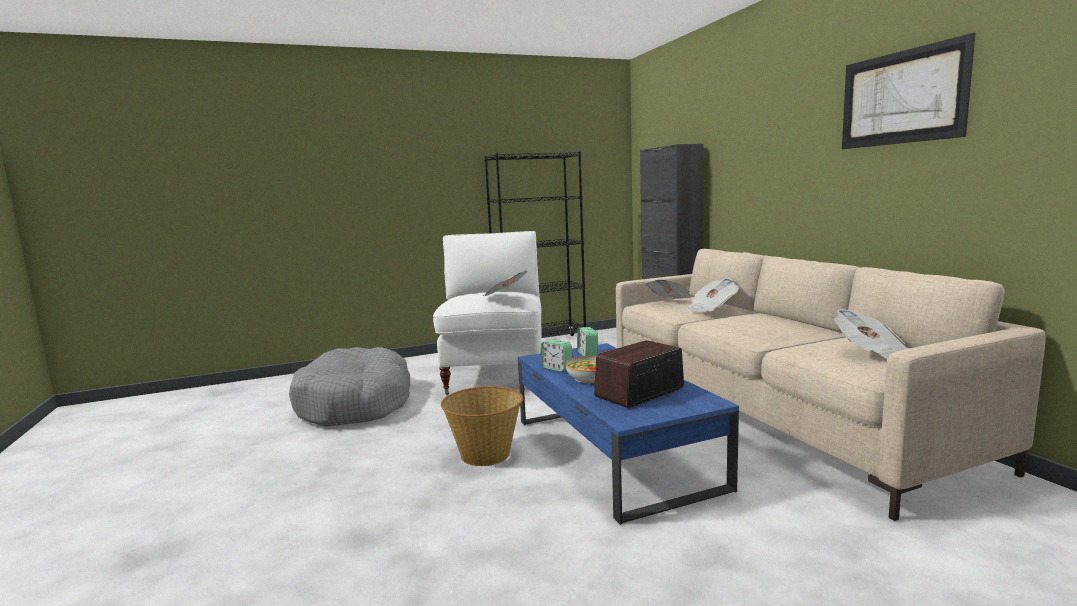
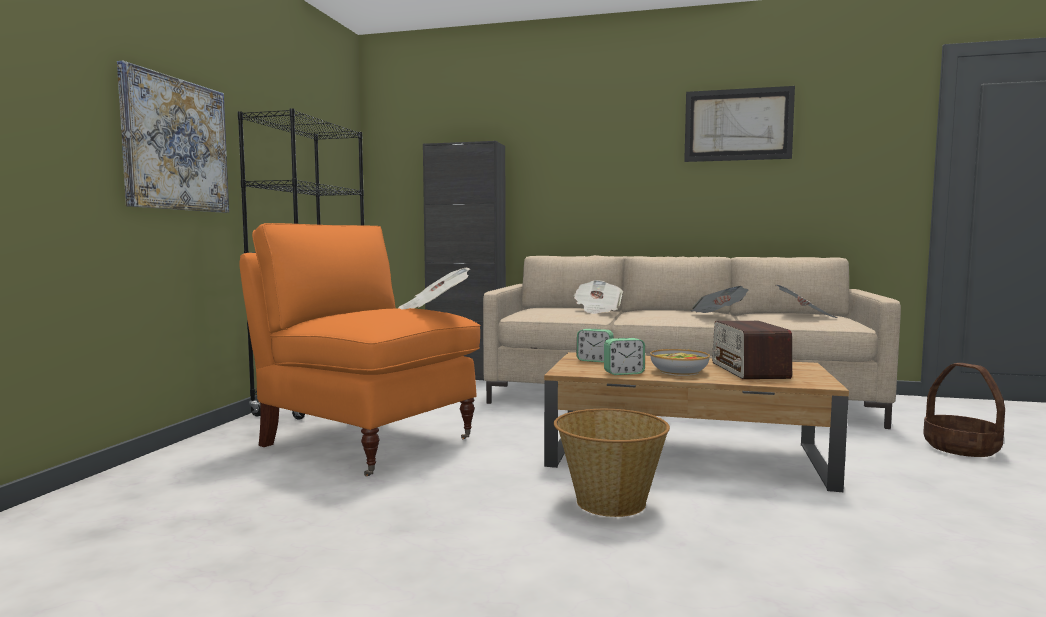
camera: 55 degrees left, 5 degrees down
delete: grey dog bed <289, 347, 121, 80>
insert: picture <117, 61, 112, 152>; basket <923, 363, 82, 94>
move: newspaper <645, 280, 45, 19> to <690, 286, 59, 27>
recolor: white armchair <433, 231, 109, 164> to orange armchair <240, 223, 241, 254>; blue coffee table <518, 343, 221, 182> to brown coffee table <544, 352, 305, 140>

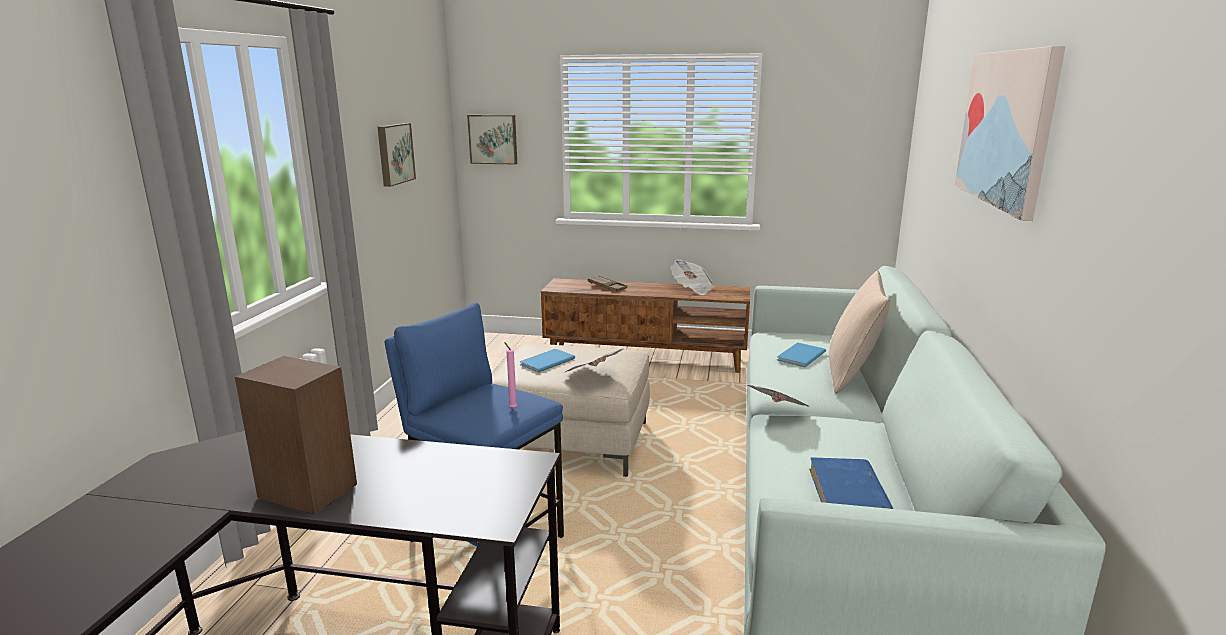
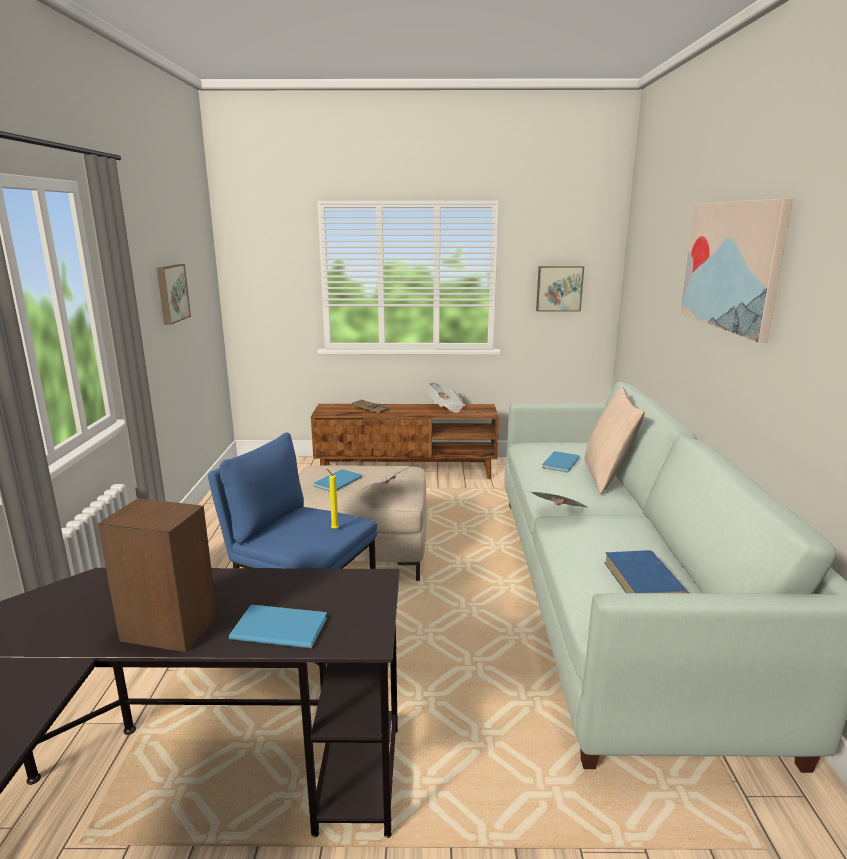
camera: 10 degrees left, 0 degrees up
insert: blue book <229, 605, 98, 43>
move: picture <467, 115, 50, 50> to <536, 266, 48, 45>
recolor: pink candle <504, 342, 13, 67> to yellow candle <327, 469, 12, 60>

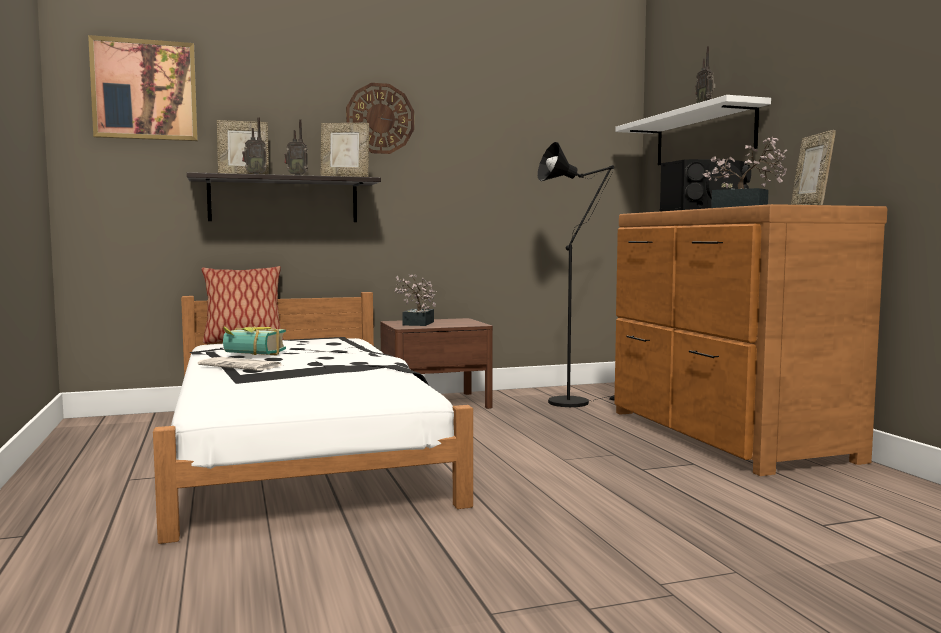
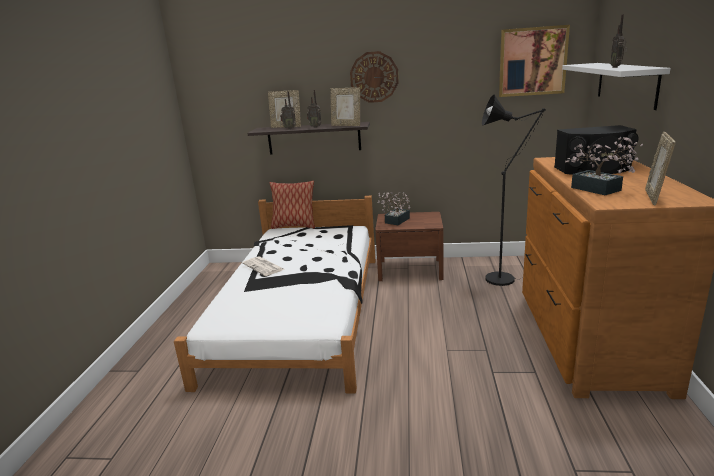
camera: 25 degrees right, 15 degrees up
delete: book <223, 325, 63, 30>
move: picture <88, 35, 110, 106> to <499, 25, 71, 72>

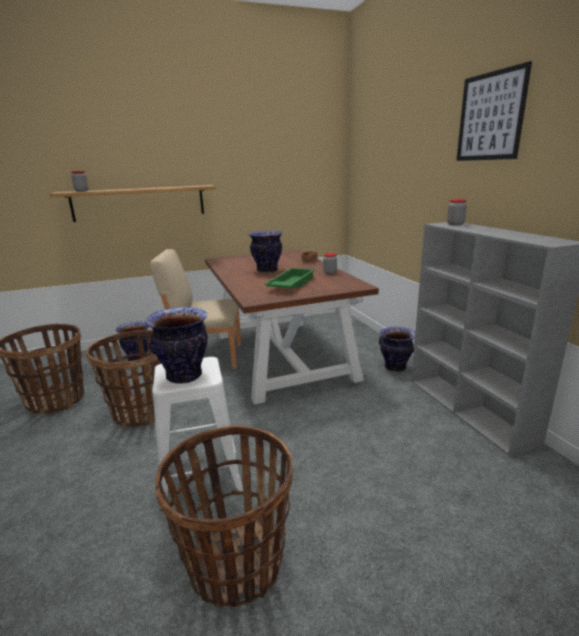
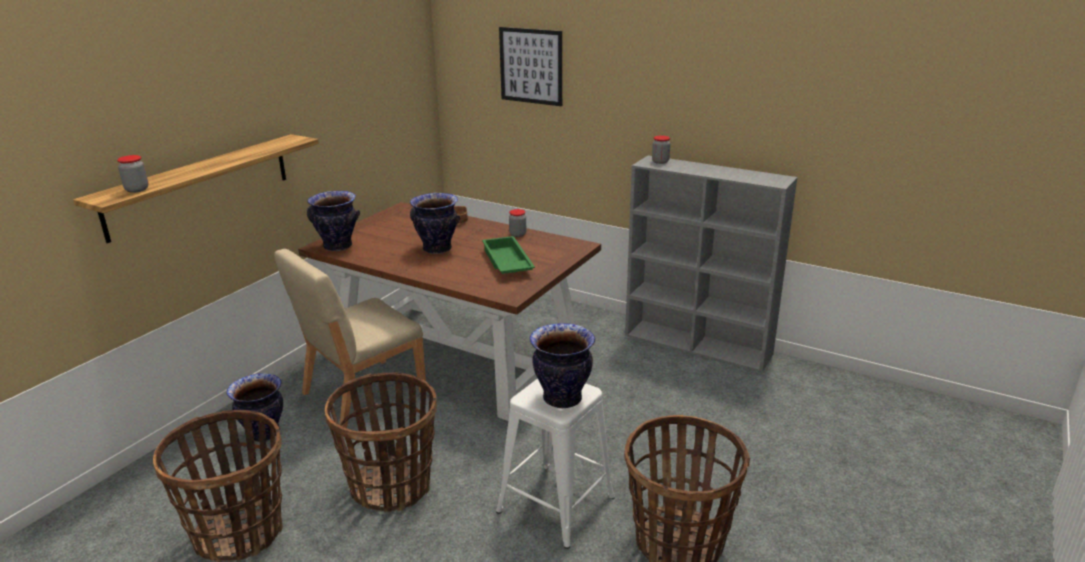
camera: 40 degrees left, 5 degrees up
move: vase <379, 327, 36, 45> to <307, 191, 53, 60>; picture <456, 61, 76, 100> to <499, 27, 63, 79>

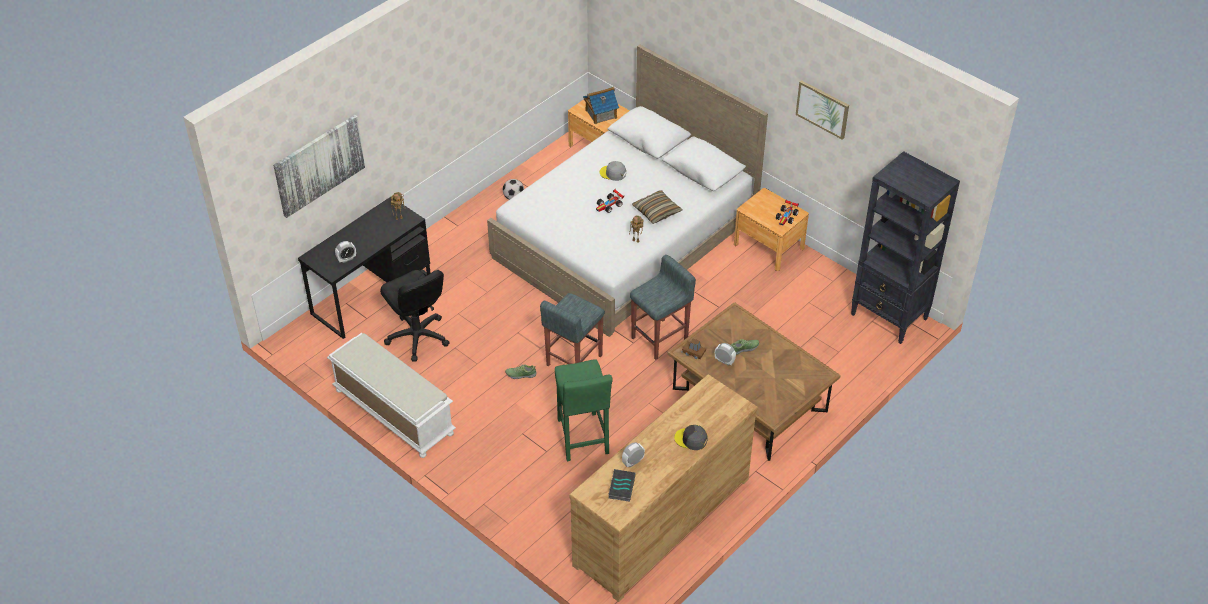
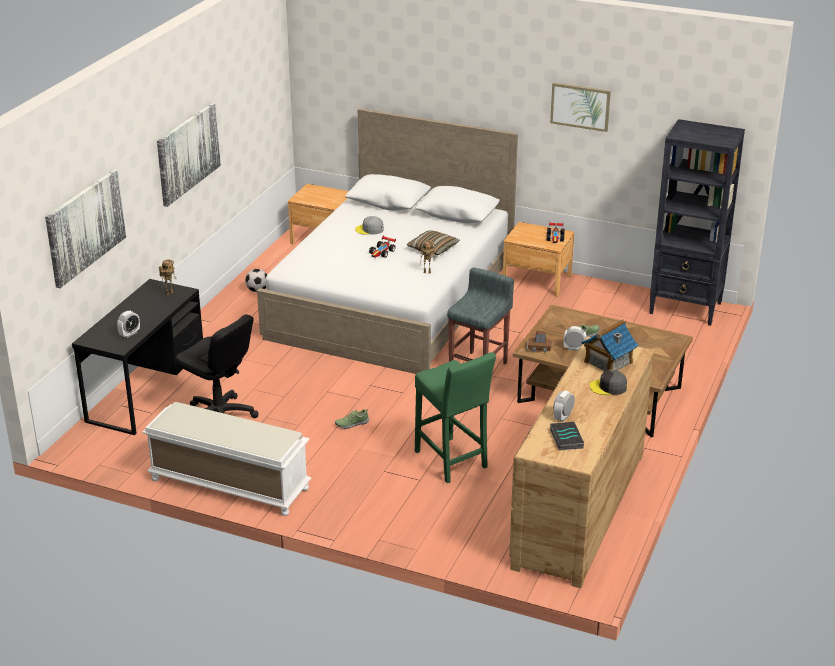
camera: 20 degrees left, 15 degrees down
delete: grey stool <540, 293, 65, 73>
insert: picture <157, 102, 64, 105>
move: toy house <583, 87, 36, 37> to <581, 319, 58, 52>

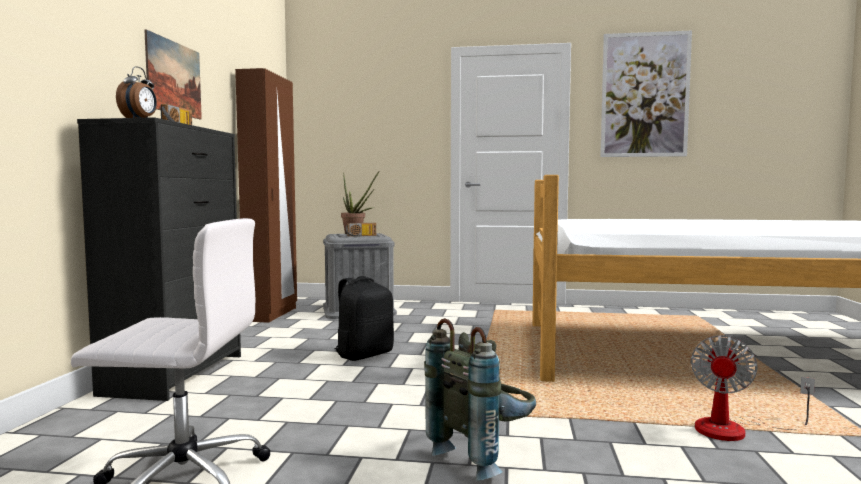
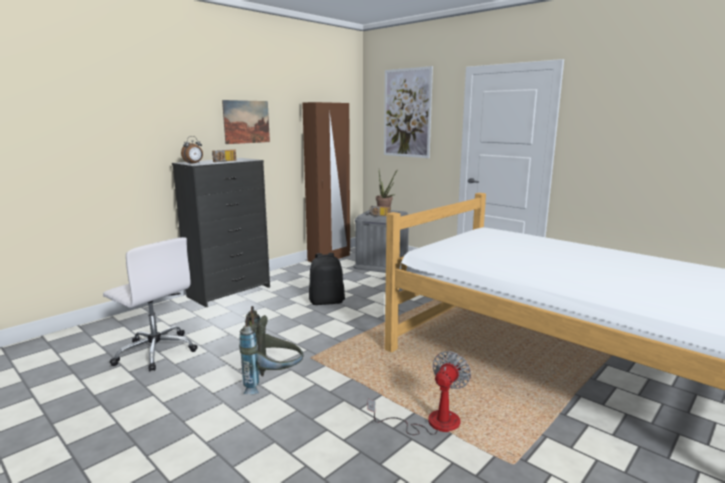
camera: 35 degrees right, 10 degrees up
move: picture <600, 31, 92, 126> to <384, 66, 49, 92>
rotate: fan <690, 335, 125, 106> = <368, 351, 103, 84> 150 degrees clockwise

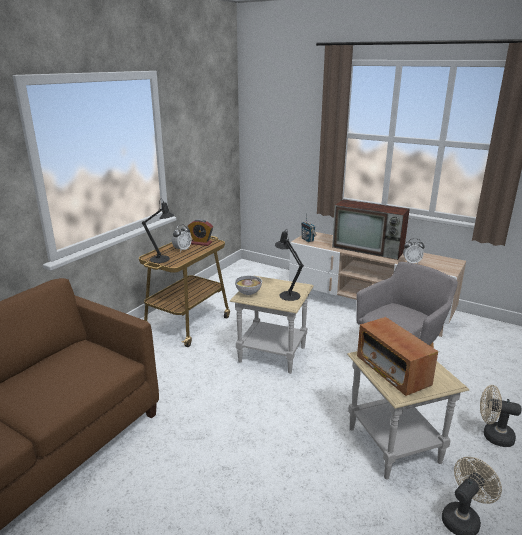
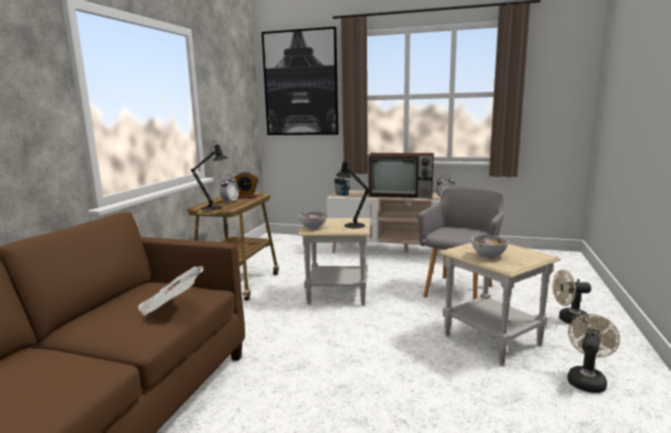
camera: 15 degrees left, 10 degrees down
insert: newspaper <138, 266, 66, 51>; picture <262, 27, 77, 108>
replace: radio <357, 317, 81, 79> to bowl <471, 235, 37, 23>

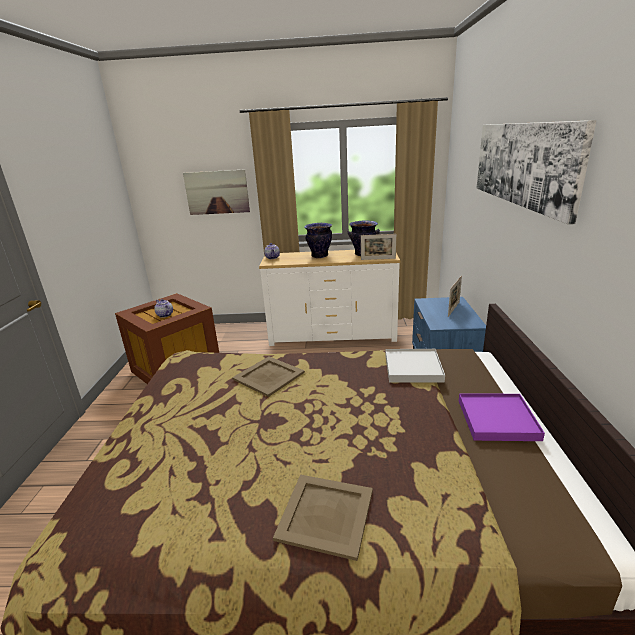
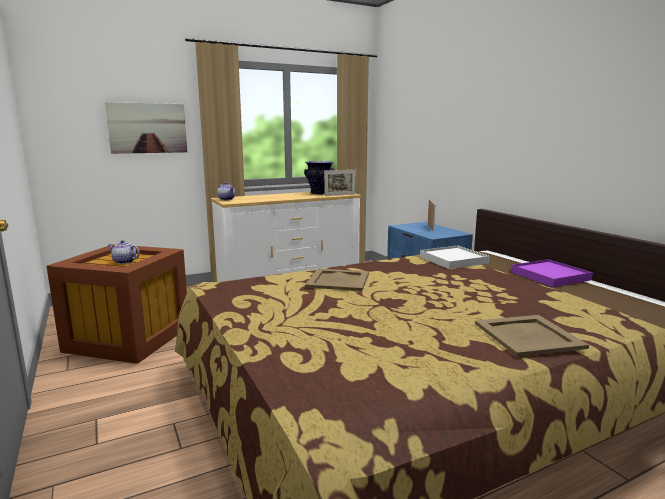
camera: 30 degrees left, 10 degrees down
delete: vase <304, 223, 28, 35>; picture <476, 120, 121, 105>

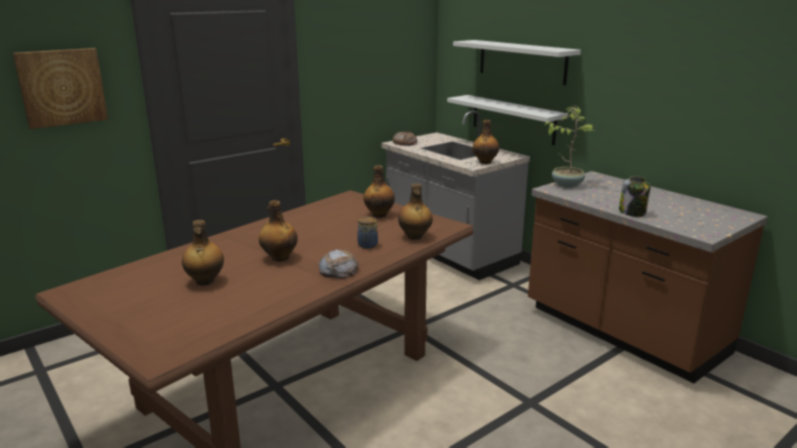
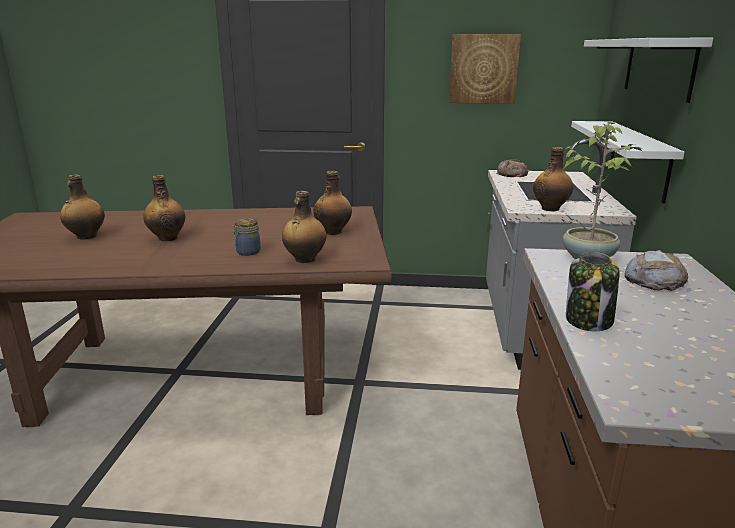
camera: 45 degrees right, 0 degrees up
move: picture <13, 48, 95, 81> to <449, 34, 72, 70>; bread <318, 248, 41, 31> to <625, 250, 63, 41>

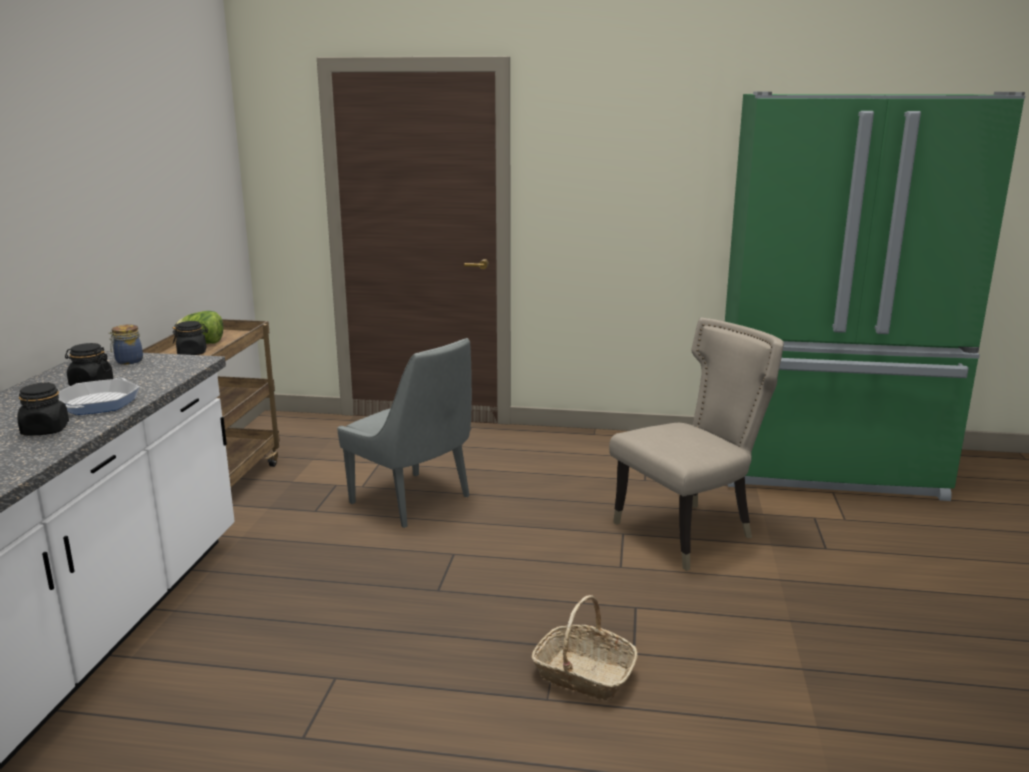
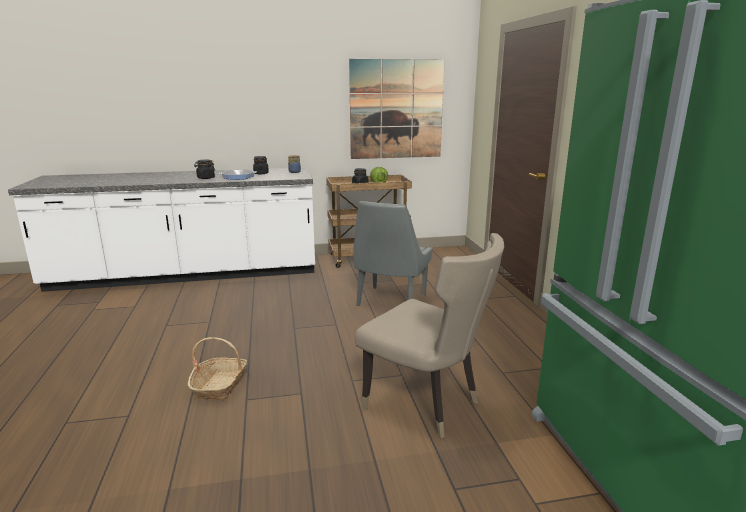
camera: 70 degrees right, 0 degrees up
insert: picture <349, 59, 96, 100>

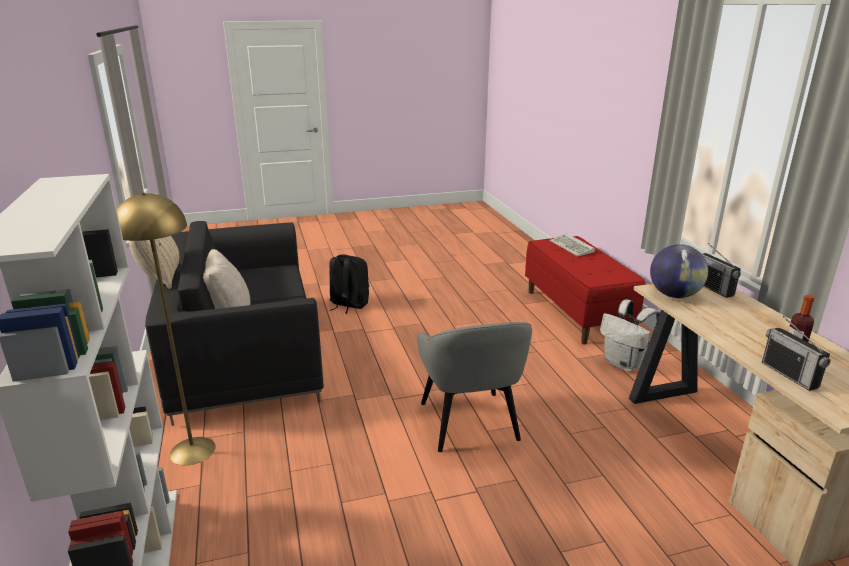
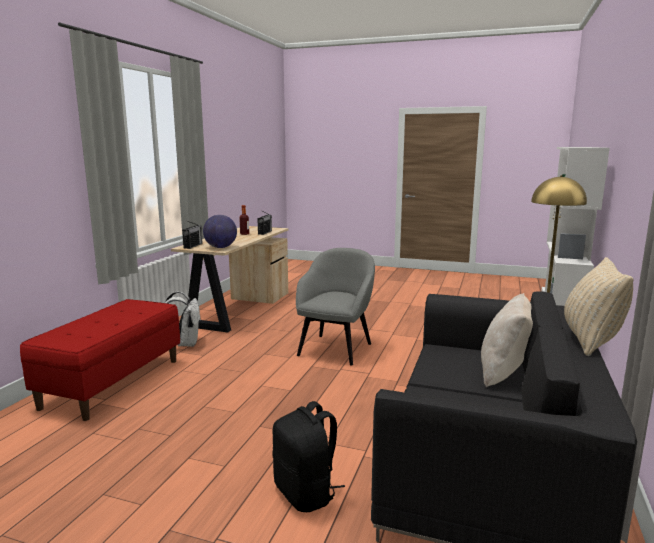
camera: 145 degrees left, 10 degrees down
delete: keyboard <550, 233, 45, 24>

